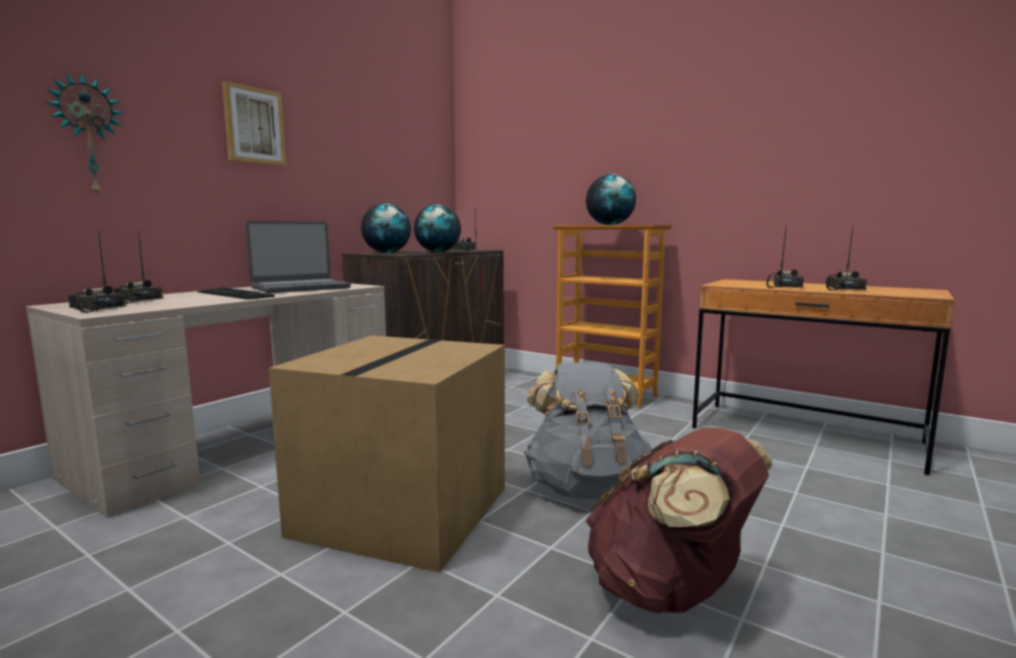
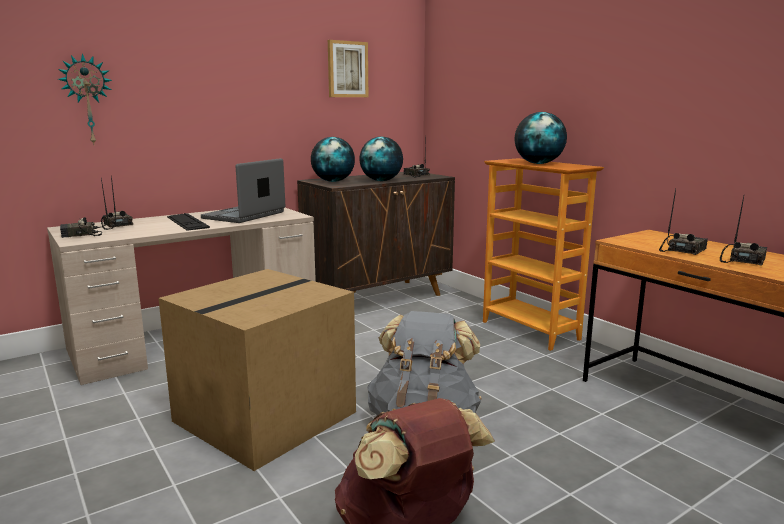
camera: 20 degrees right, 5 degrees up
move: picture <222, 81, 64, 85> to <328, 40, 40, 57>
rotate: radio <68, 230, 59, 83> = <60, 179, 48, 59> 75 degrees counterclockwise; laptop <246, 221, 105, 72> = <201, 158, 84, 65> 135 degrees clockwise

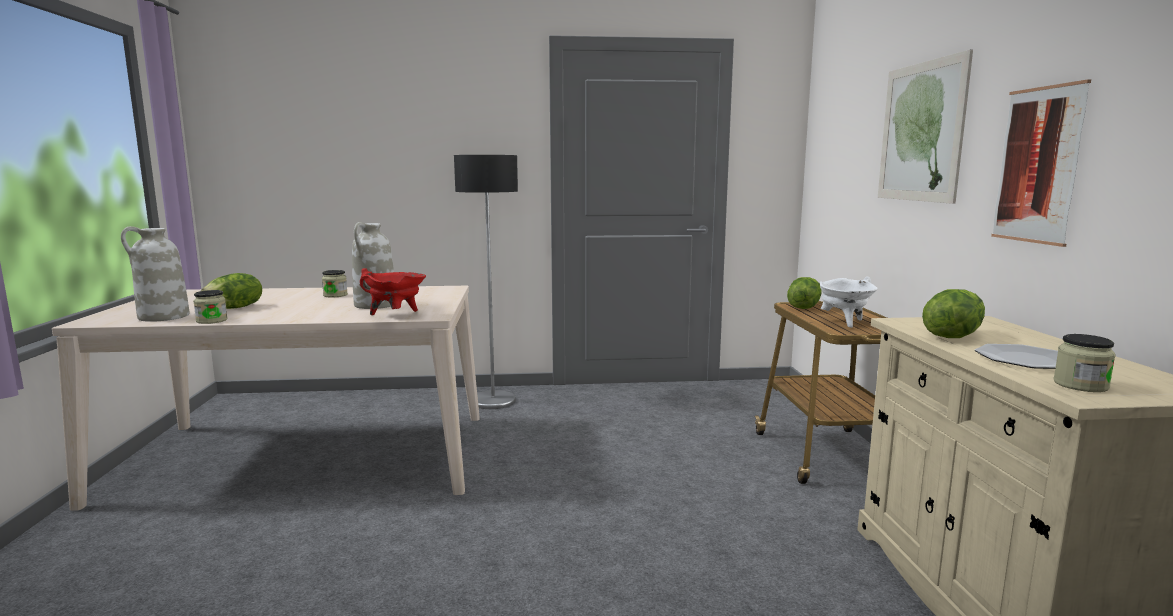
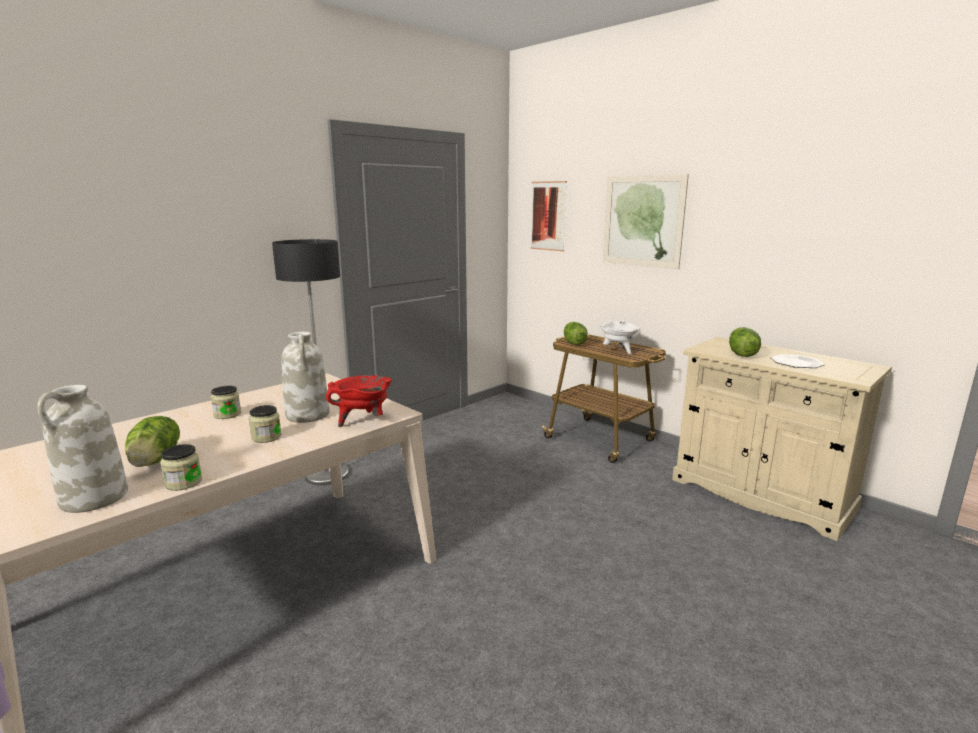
camera: 40 degrees left, 5 degrees up
move: picture <991, 79, 100, 168> to <530, 181, 37, 70>; jar <1053, 334, 63, 58> to <249, 405, 32, 38>

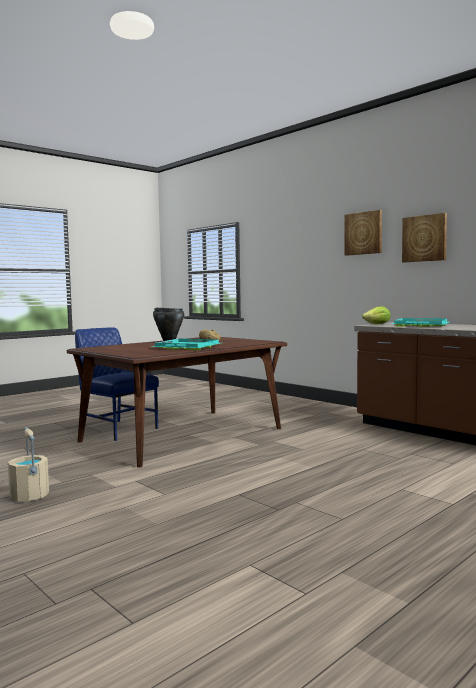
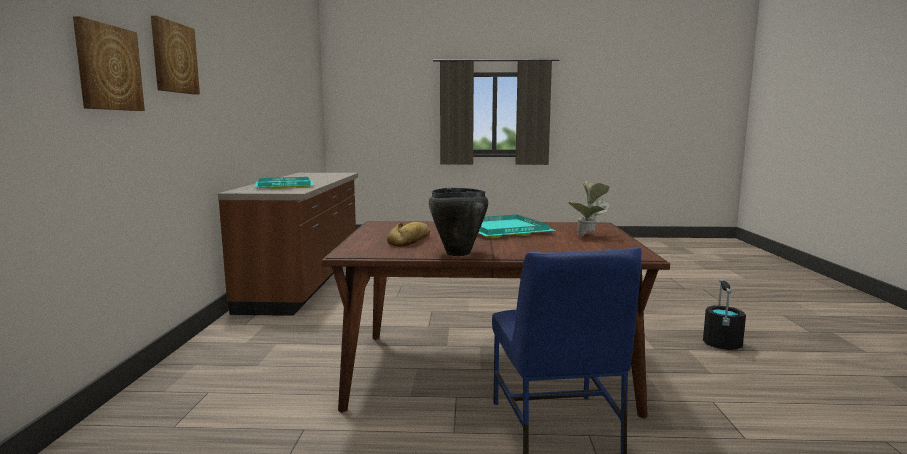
camera: 135 degrees left, 5 degrees up
delete: lettuce <362, 306, 29, 18>
insert: potted plant <569, 181, 41, 55>
move: picture <402, 213, 45, 49> to <73, 16, 72, 95>
recolor: beige bucket <8, 427, 41, 75> to black bucket <703, 279, 43, 71>

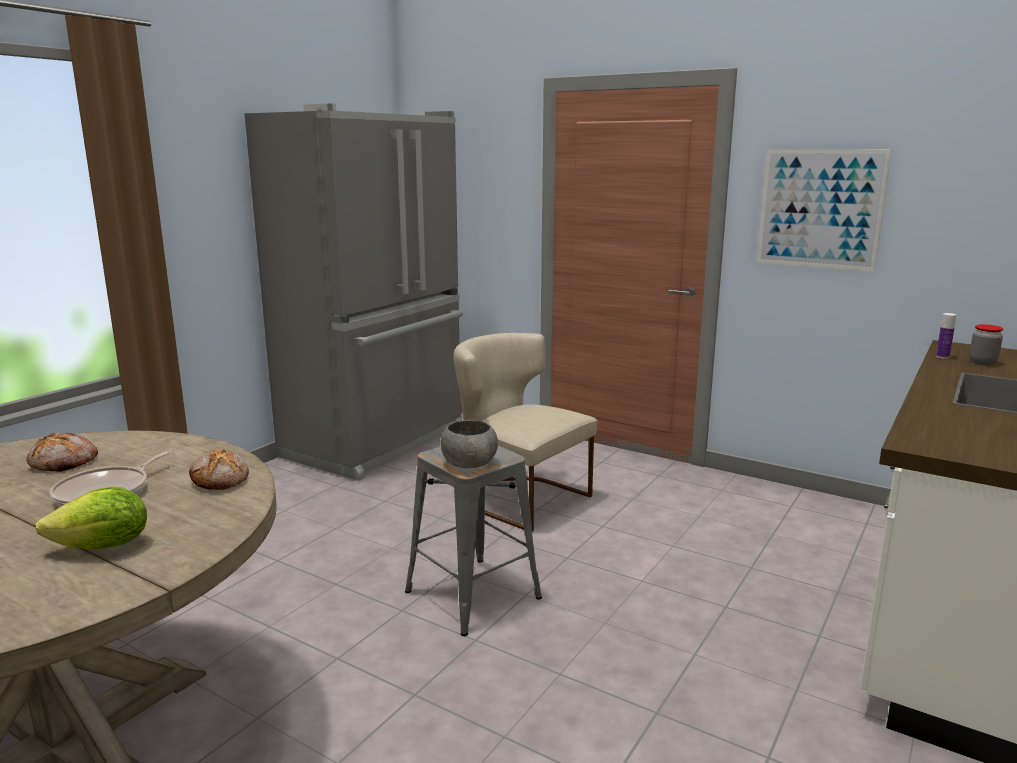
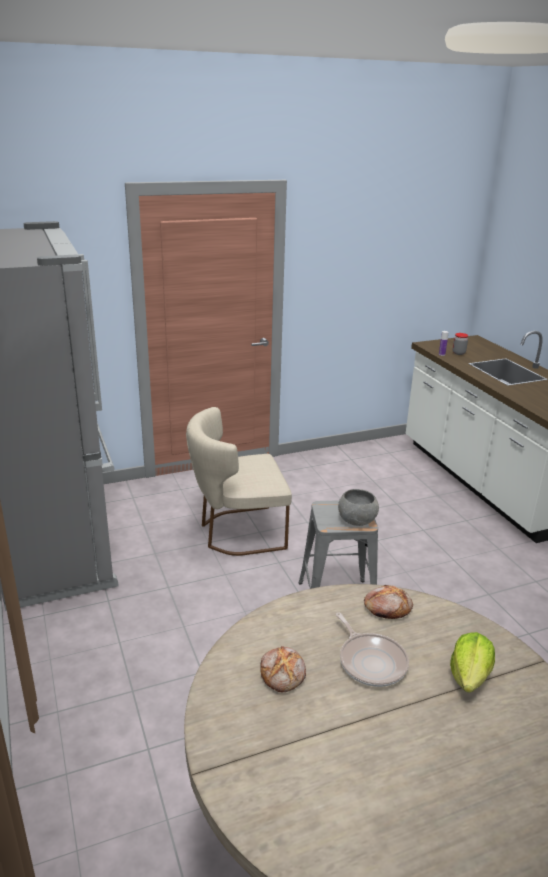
camera: 55 degrees left, 10 degrees up
delete: picture <757, 150, 134, 121>

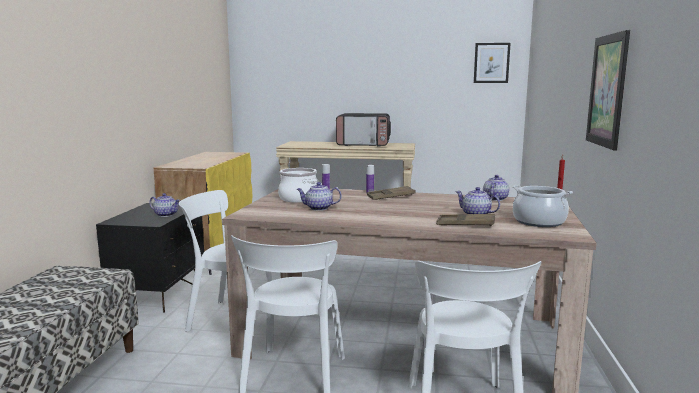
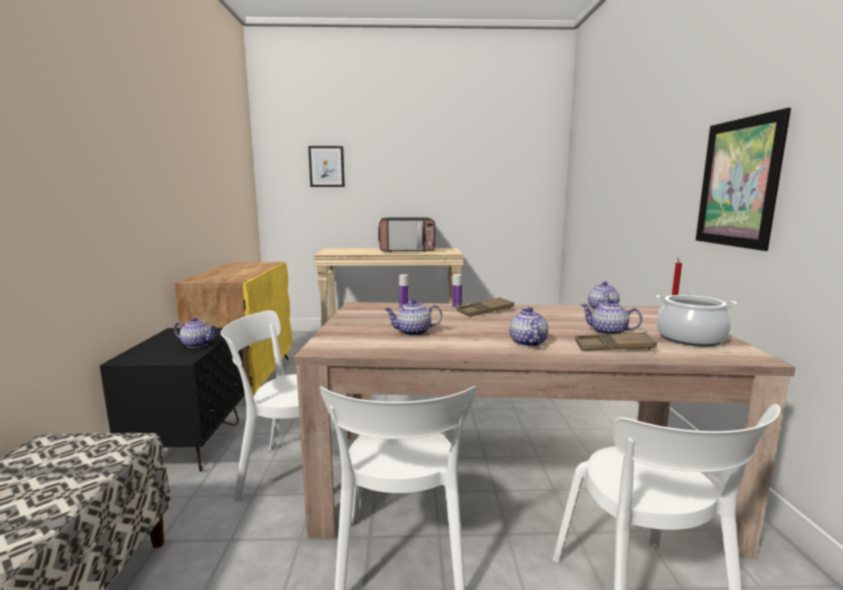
camera: 10 degrees left, 0 degrees up
delete: cooking pot <278, 168, 39, 35>
insert: teapot <510, 307, 38, 40>
move: picture <474, 43, 37, 40> to <308, 146, 37, 41>

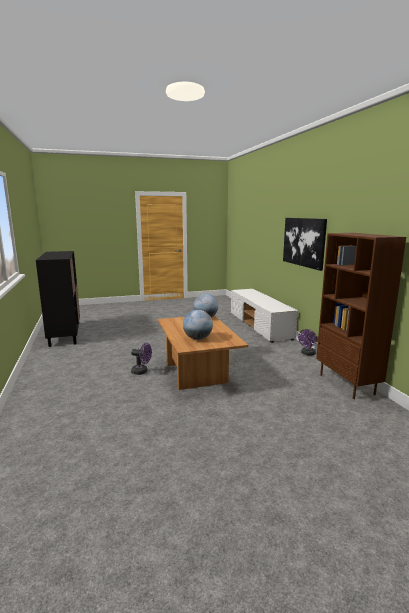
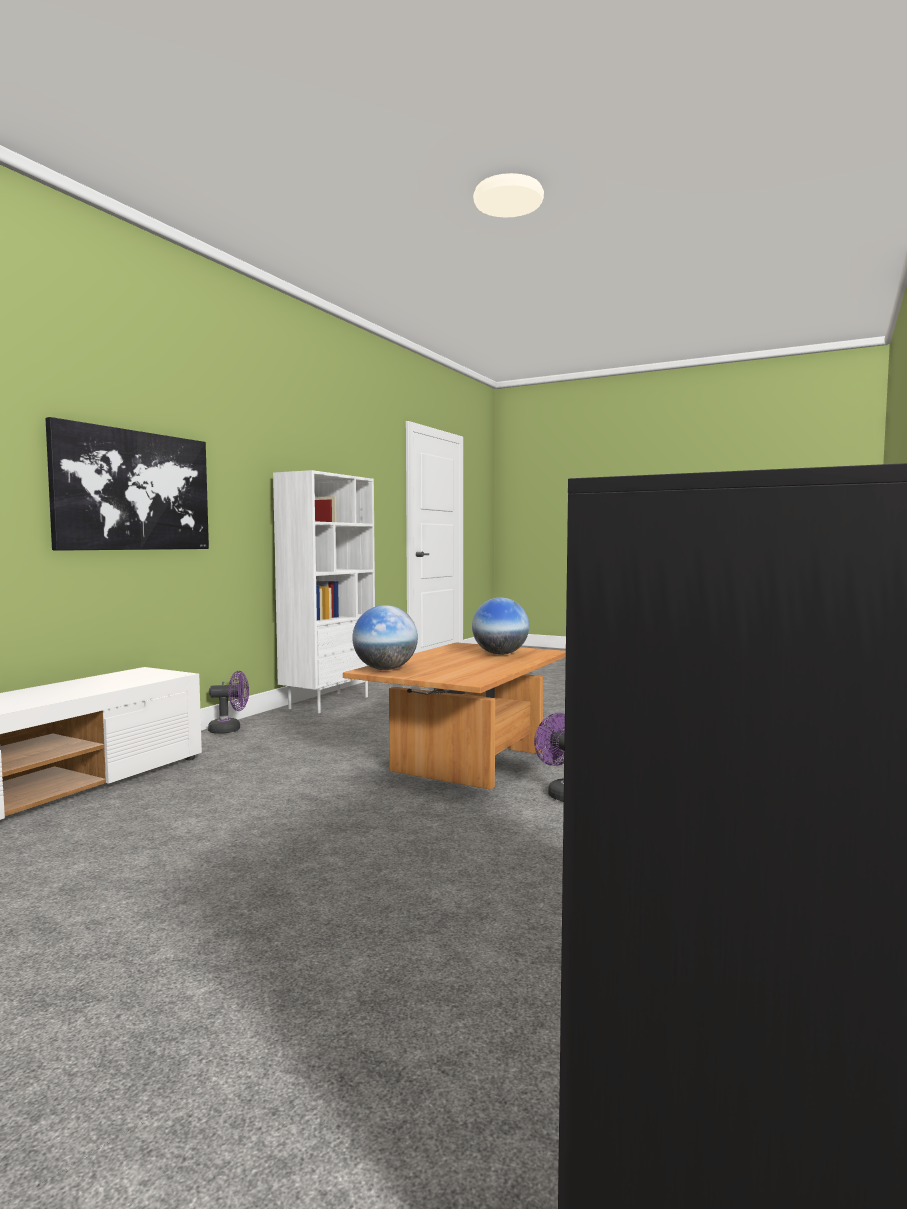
camera: 135 degrees left, 10 degrees down
recolor: brown bookcase <316, 233, 90, 166> to white bookcase <273, 470, 102, 243>

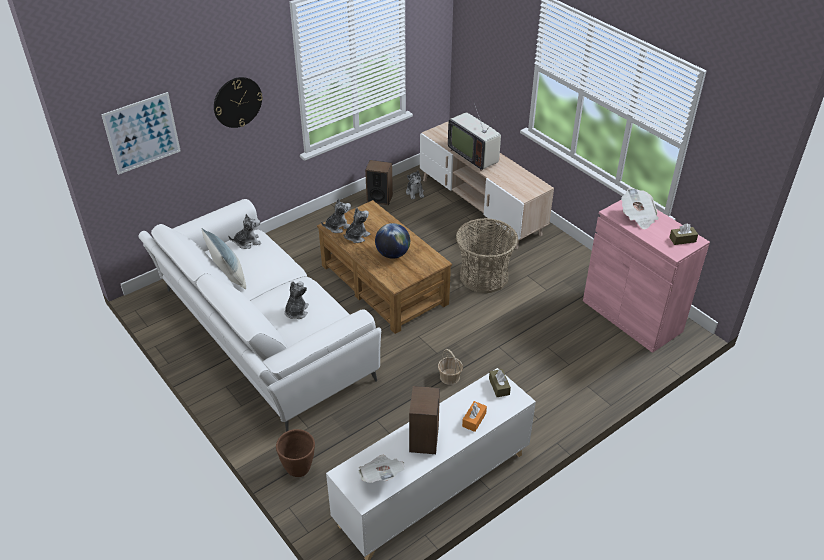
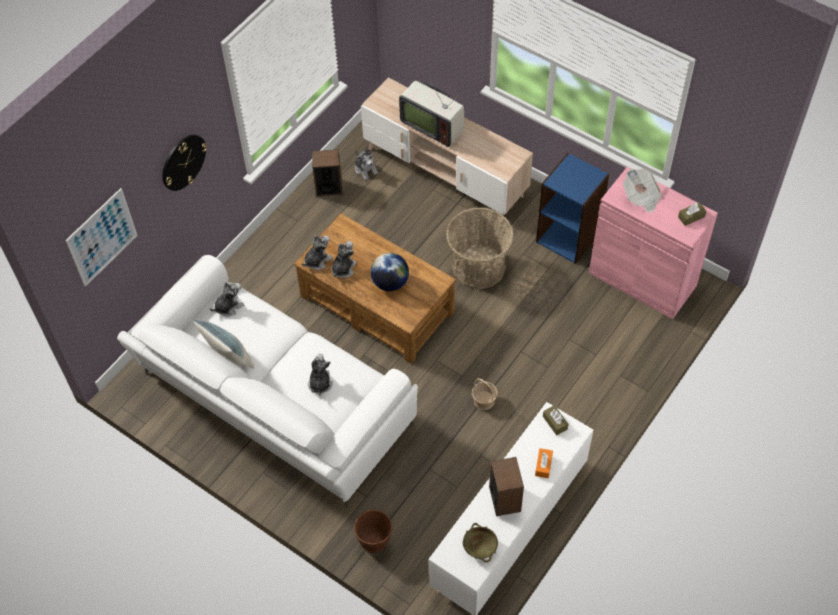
camera: 15 degrees left, 15 degrees up
insert: blue bookcase <536, 153, 74, 111>
replace: newspaper <358, 455, 47, 28> to beige bowl <463, 523, 35, 39>

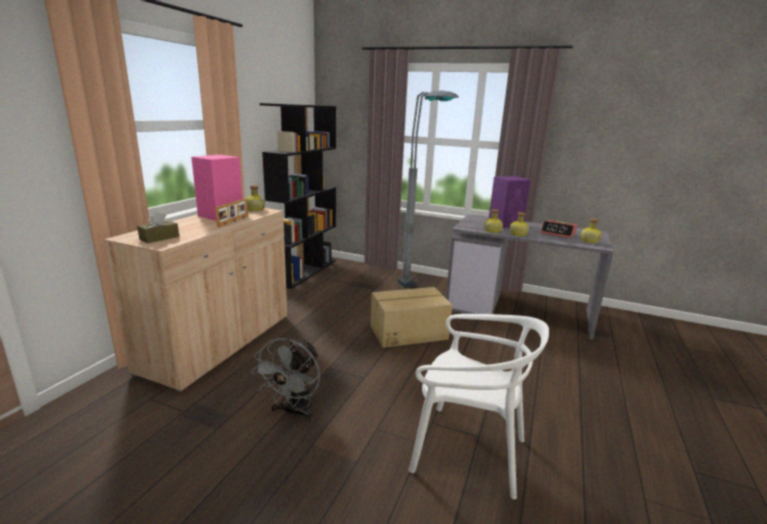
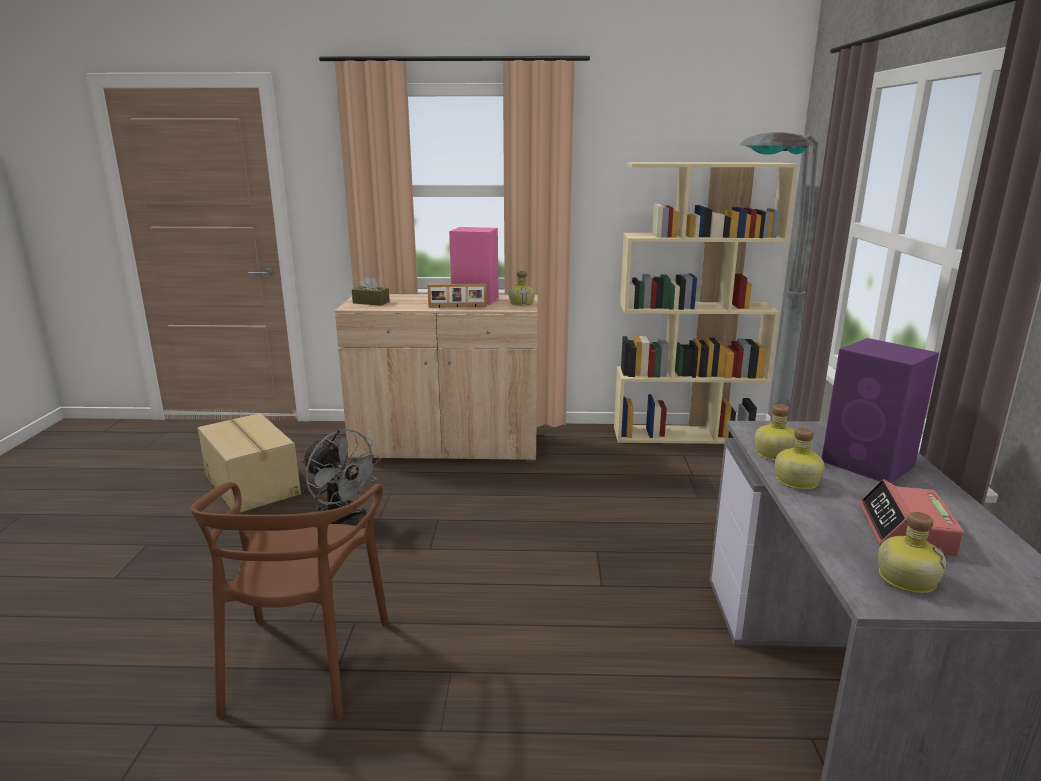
camera: 70 degrees right, 0 degrees up
move: cardboard box <371, 287, 81, 61> to <198, 413, 103, 99>
recolor: black bookcase <260, 103, 76, 186> to beige bookcase <614, 162, 184, 282>; white chair <409, 314, 140, 185> to brown chair <191, 482, 198, 238>
rotate: grey fan <251, 338, 69, 83> = <302, 429, 79, 96> 135 degrees counterclockwise

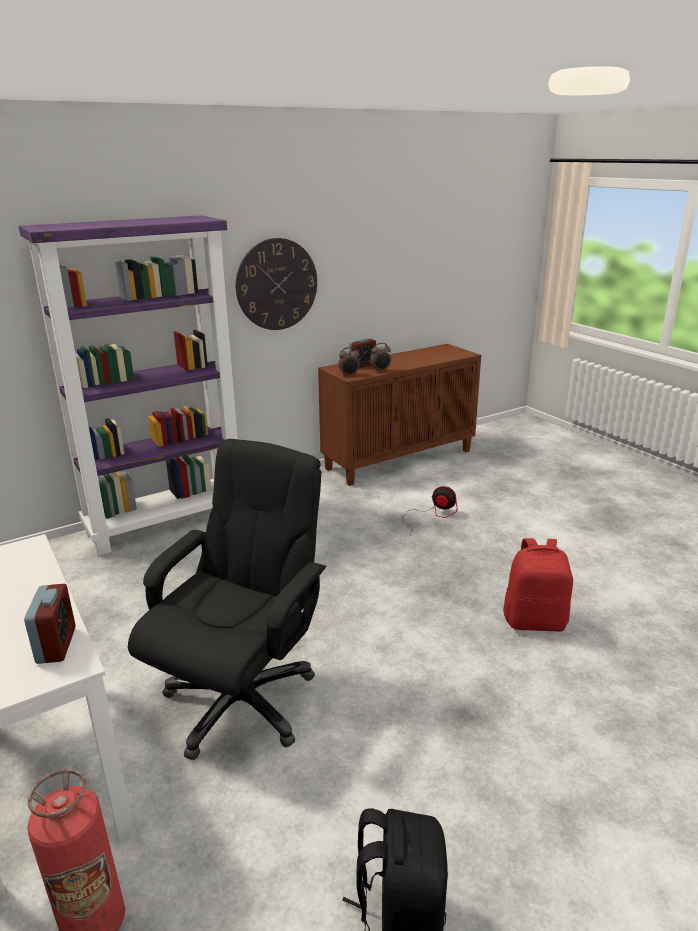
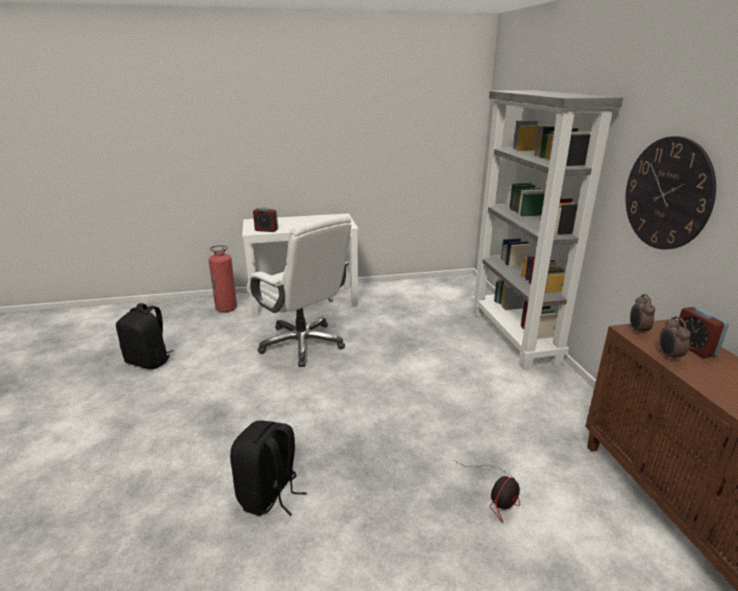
camera: 110 degrees right, 0 degrees up
recolor: purple bookcase <19, 215, 219, 341> to grey bookcase <472, 90, 151, 280>; black office chair <128, 439, 198, 321> to white office chair <247, 215, 104, 152>; red backpack <503, 538, 70, 93> to black backpack <230, 420, 77, 96>

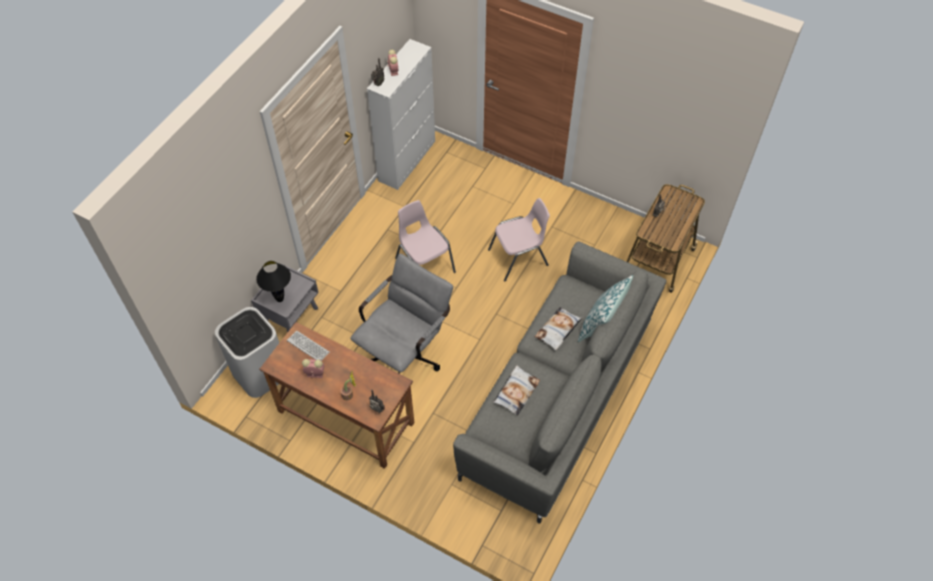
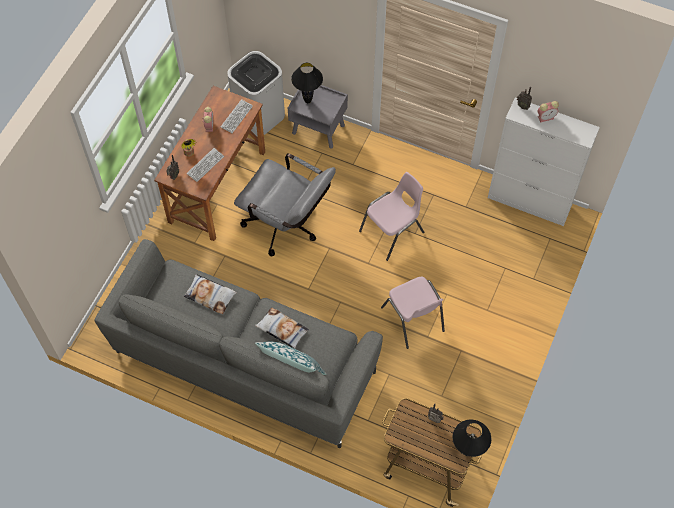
camera: 85 degrees right, 5 degrees up
insert: keyboard <187, 148, 37, 34>; black table lamp <452, 420, 39, 37>

